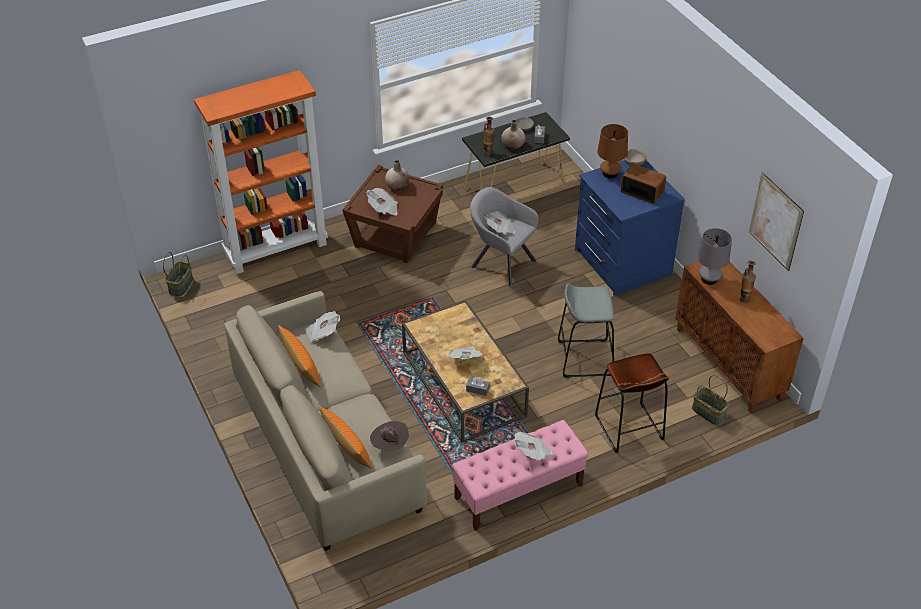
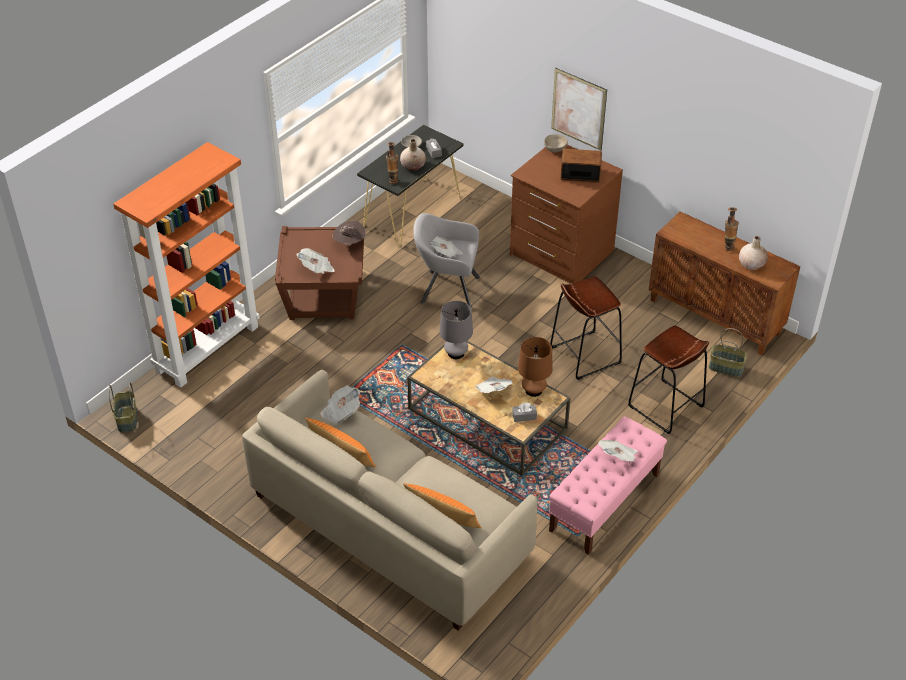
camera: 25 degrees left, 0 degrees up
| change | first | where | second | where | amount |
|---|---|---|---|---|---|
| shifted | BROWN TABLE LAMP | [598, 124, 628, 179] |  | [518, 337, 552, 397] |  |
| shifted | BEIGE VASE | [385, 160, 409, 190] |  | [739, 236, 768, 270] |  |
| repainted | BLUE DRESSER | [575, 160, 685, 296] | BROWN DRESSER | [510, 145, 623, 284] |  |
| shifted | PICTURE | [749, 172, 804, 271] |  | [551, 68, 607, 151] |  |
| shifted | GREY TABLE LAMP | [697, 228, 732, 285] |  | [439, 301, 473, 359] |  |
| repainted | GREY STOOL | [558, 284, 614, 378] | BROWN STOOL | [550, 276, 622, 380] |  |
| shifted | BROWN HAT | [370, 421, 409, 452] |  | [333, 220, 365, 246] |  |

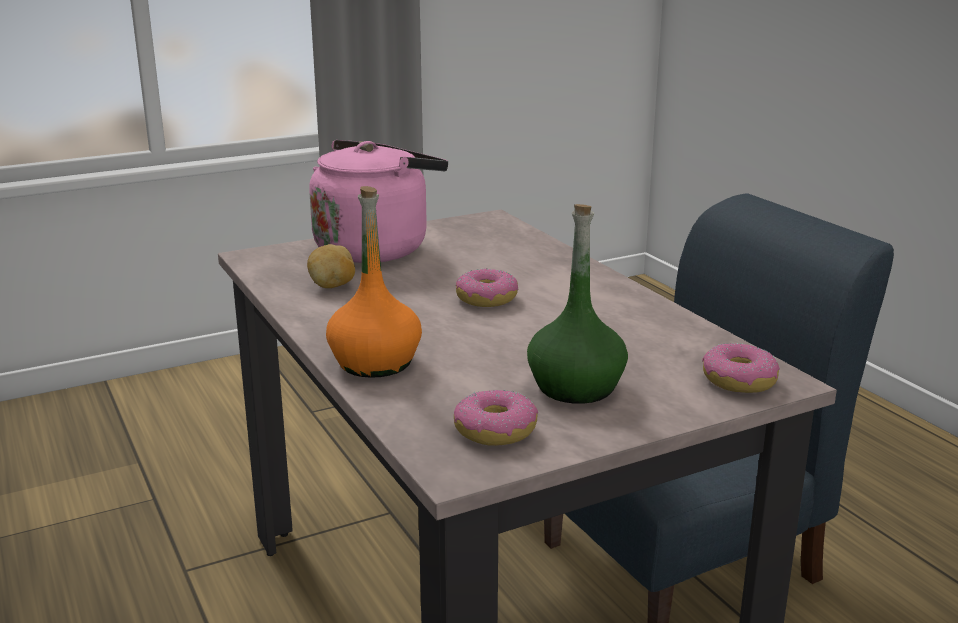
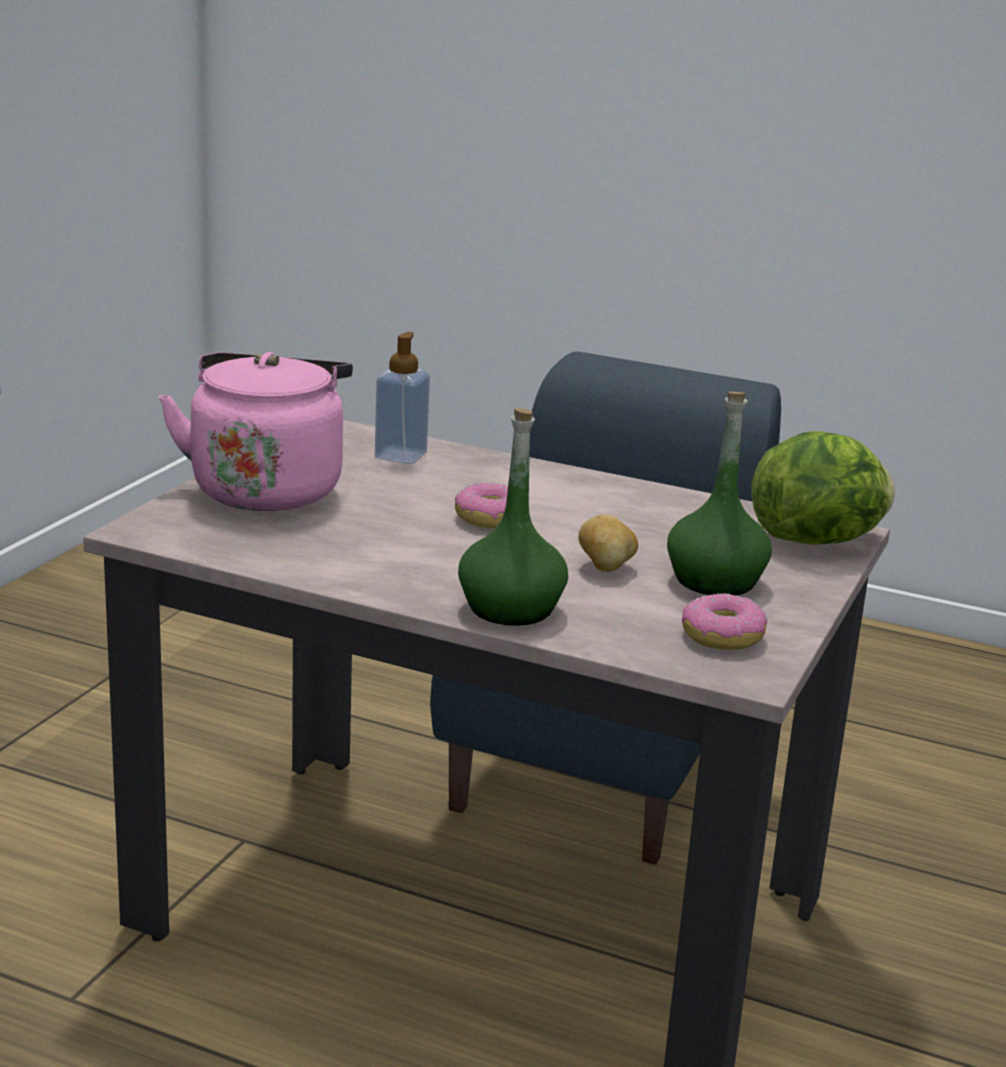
camera: 40 degrees left, 0 degrees up
| change | first | where | second | where | amount |
|---|---|---|---|---|---|
| repainted | ORANGE BOTTLE | [326, 186, 422, 378] | GREEN BOTTLE | [458, 408, 568, 626] |  |
| shifted | POTATO | [307, 244, 355, 288] |  | [578, 514, 638, 572] |  |
| swapped | DONUT | [702, 343, 780, 393] | LETTUCE | [752, 431, 895, 545] |  |
| new |  |  | SOAP DISPENSER | [375, 332, 430, 464] |  |

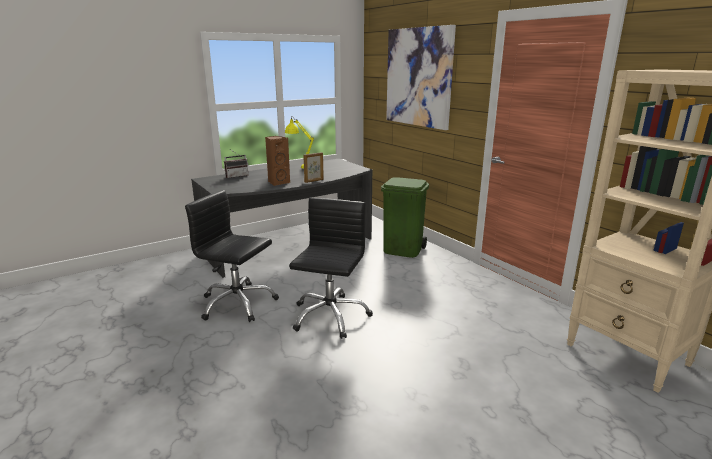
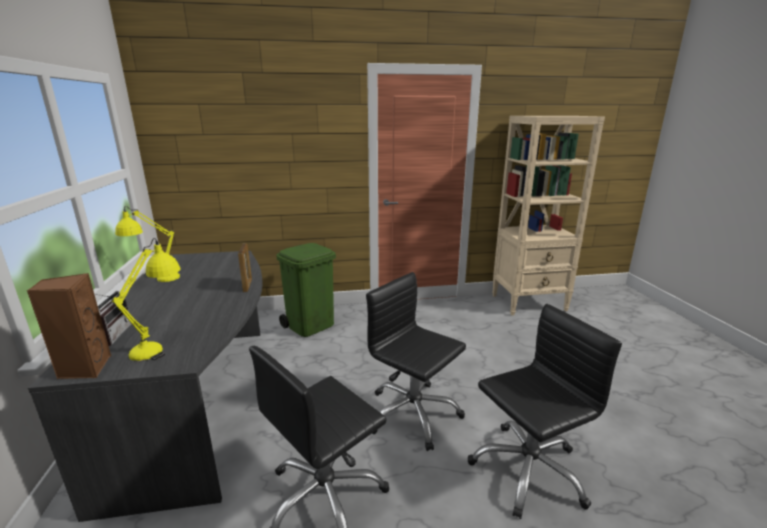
camera: 65 degrees left, 0 degrees up
| change | first | where | second | where | amount |
|---|---|---|---|---|---|
| gone | PICTURE | [386, 25, 456, 130] |  |  |  |
| shifted | BROWN SPEAKER | [265, 136, 290, 186] |  | [27, 273, 111, 379] |  |
| new |  |  | YELLOW TABLE LAMP | [112, 238, 181, 363] |  |
| new |  |  | BLACK OFFICE CHAIR | [468, 304, 622, 519] |  |

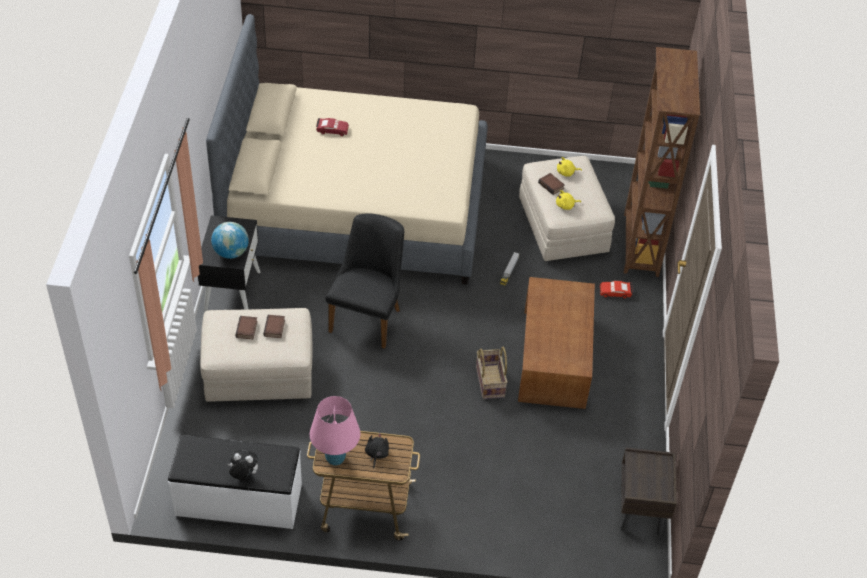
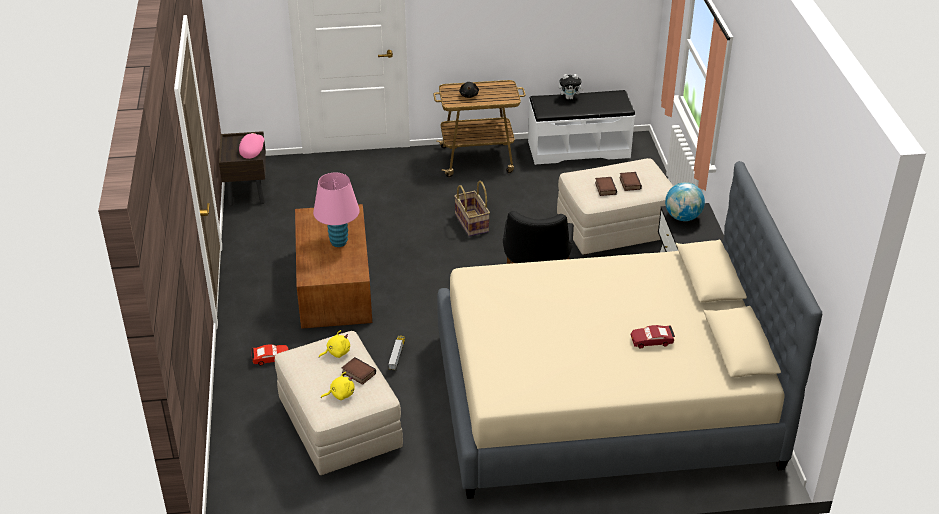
camera: 170 degrees right, 10 degrees down
| change | first | where | second | where | amount |
|---|---|---|---|---|---|
| gone | BROWN BOOKCASE | [624, 47, 700, 277] |  |  |  |
| shifted | BASKET | [476, 347, 508, 399] |  | [454, 181, 490, 236] |  |
| shifted | PINK TABLE LAMP | [310, 396, 360, 466] |  | [313, 173, 360, 247] |  |
| new |  |  | PINK CAP | [239, 133, 264, 159] |  |

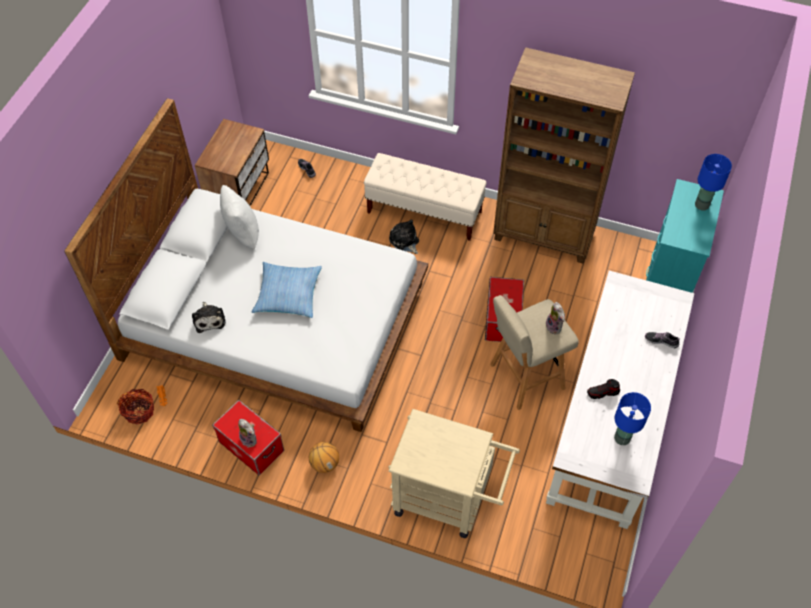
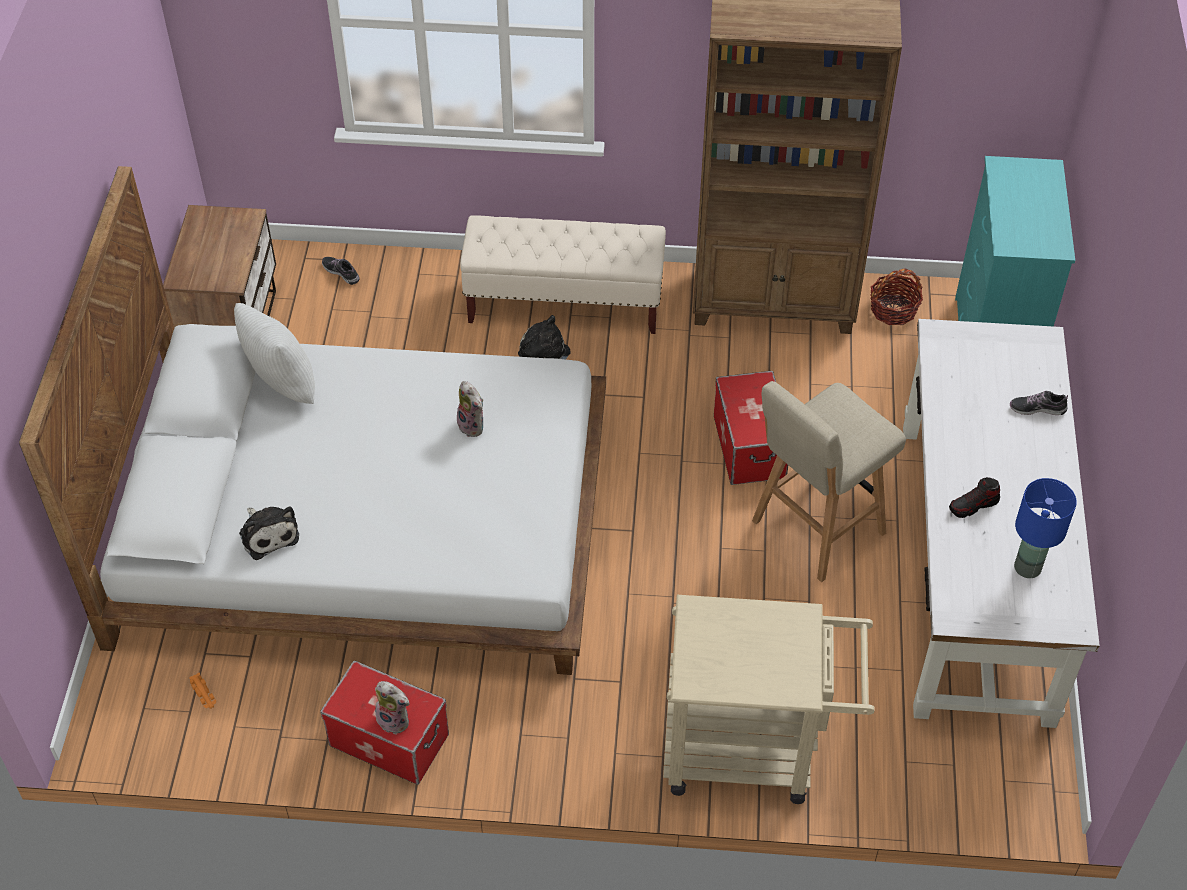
camera: 15 degrees left, 5 degrees down
| change | first | where | second | where | amount |
|---|---|---|---|---|---|
| gone | BLUE TABLE LAMP | [695, 154, 732, 211] |  |  |  |
| gone | PILLOW | [252, 262, 322, 318] |  |  |  |
| shifted | PLUSH TOY | [546, 302, 565, 334] |  | [457, 381, 483, 437] |  |
| shifted | BASKET | [117, 389, 154, 425] |  | [870, 268, 923, 325] |  |
| gone | BASKETBALL | [309, 442, 339, 473] |  |  |  |

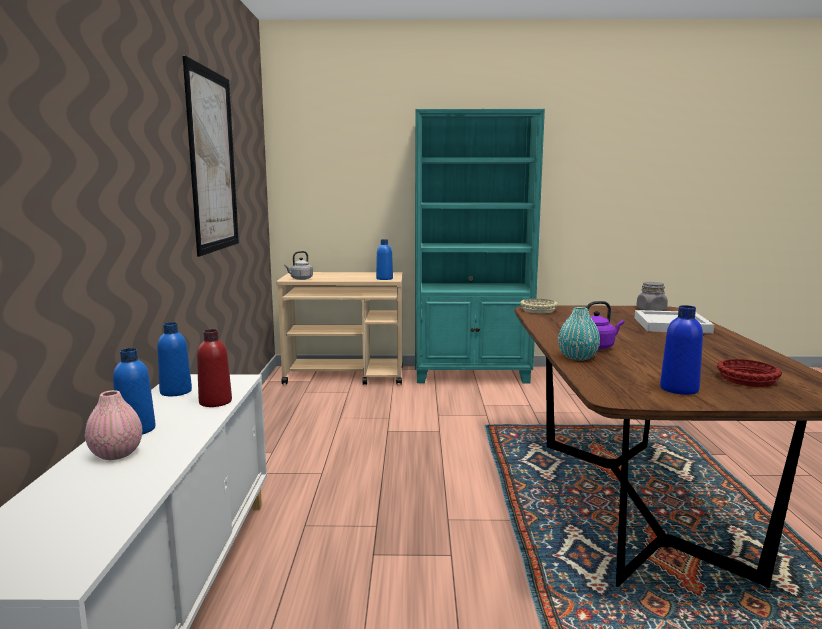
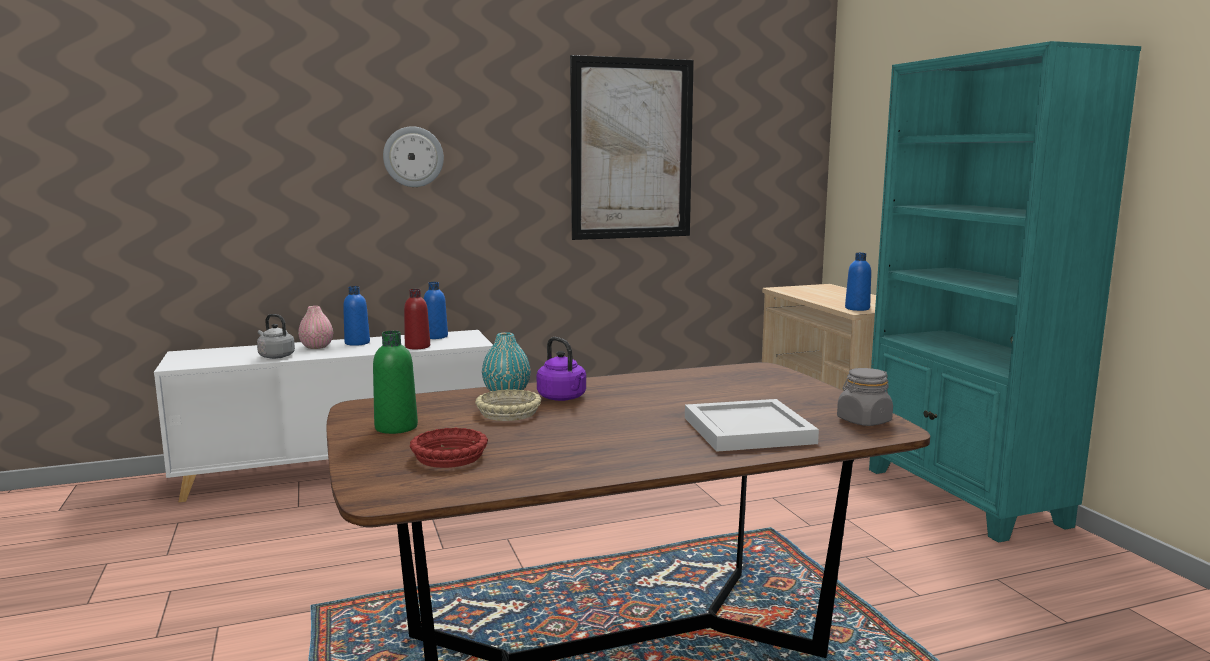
camera: 70 degrees right, 0 degrees up
| change | first | where | second | where | amount |
|---|---|---|---|---|---|
| shifted | GREY KETTLE | [284, 251, 313, 280] |  | [257, 314, 295, 359] |  |
| shifted | BEIGE BOWL | [520, 299, 558, 313] |  | [475, 389, 542, 421] |  |
| repainted | BLUE BOTTLE | [660, 305, 703, 395] | GREEN BOTTLE | [373, 331, 418, 434] |  |
| new |  |  | WALL CLOCK | [383, 126, 444, 187] |  |

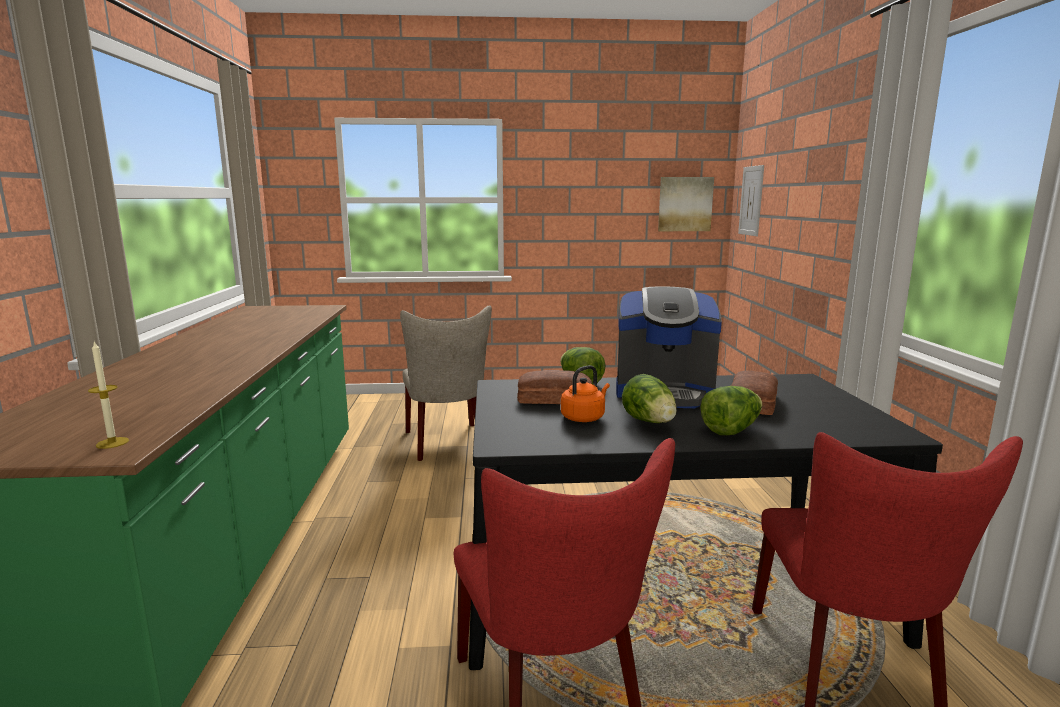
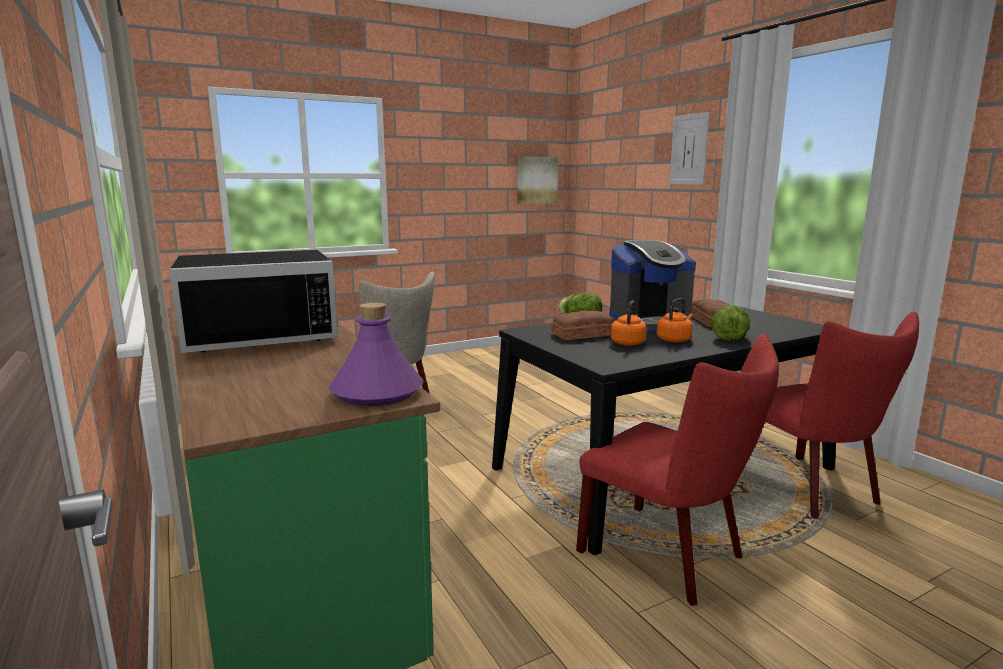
camera: 25 degrees left, 0 degrees up
| change | first | where | second | where | amount |
|---|---|---|---|---|---|
| shifted | PICTURE | [738, 165, 764, 236] |  | [669, 112, 710, 185] |  |
| swapped | CANDLE | [88, 341, 129, 449] | PURPLE BOTTLE | [329, 303, 423, 406] |  |
| swapped | LETTUCE | [622, 374, 677, 423] | ORANGE KETTLE | [656, 298, 693, 342] |  |
| new |  |  | BLACK MICROWAVE | [169, 250, 338, 353] |  |

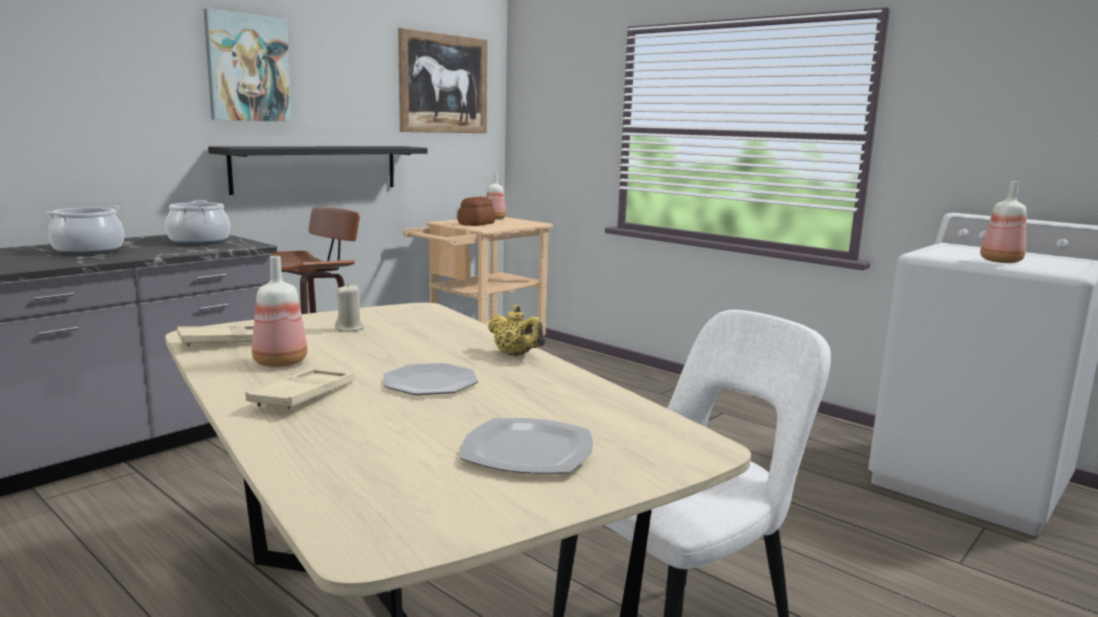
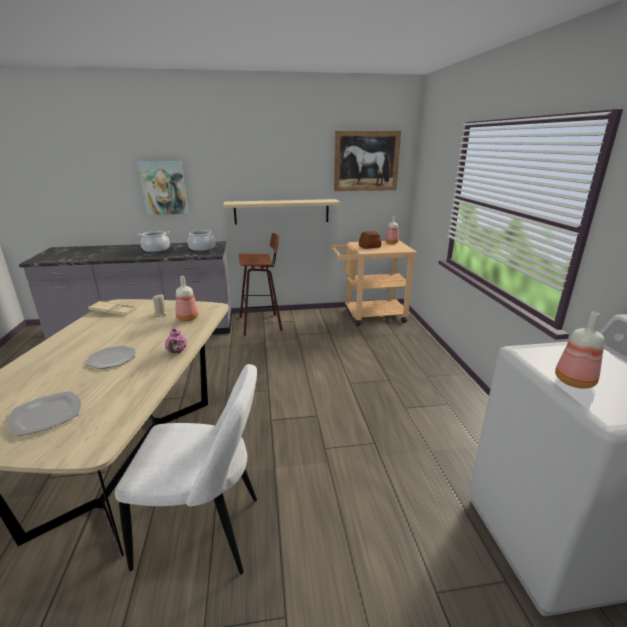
camera: 40 degrees right, 10 degrees up
| change | first | where | second | where | amount |
|---|---|---|---|---|---|
| shifted | PICTURE | [204, 8, 292, 122] |  | [137, 161, 188, 215] |  |
| repainted | BLACK SHELF | [208, 146, 427, 195] | BEIGE SHELF | [223, 199, 341, 225] |  |
| shifted | BOTTLE | [252, 256, 308, 367] |  | [176, 276, 199, 321] |  |
| repainted | YELLOW TEAPOT | [488, 305, 543, 356] | PINK TEAPOT | [165, 328, 187, 353] |  |
| gone | BEIGE TRAY | [245, 368, 355, 411] |  |  |  |

